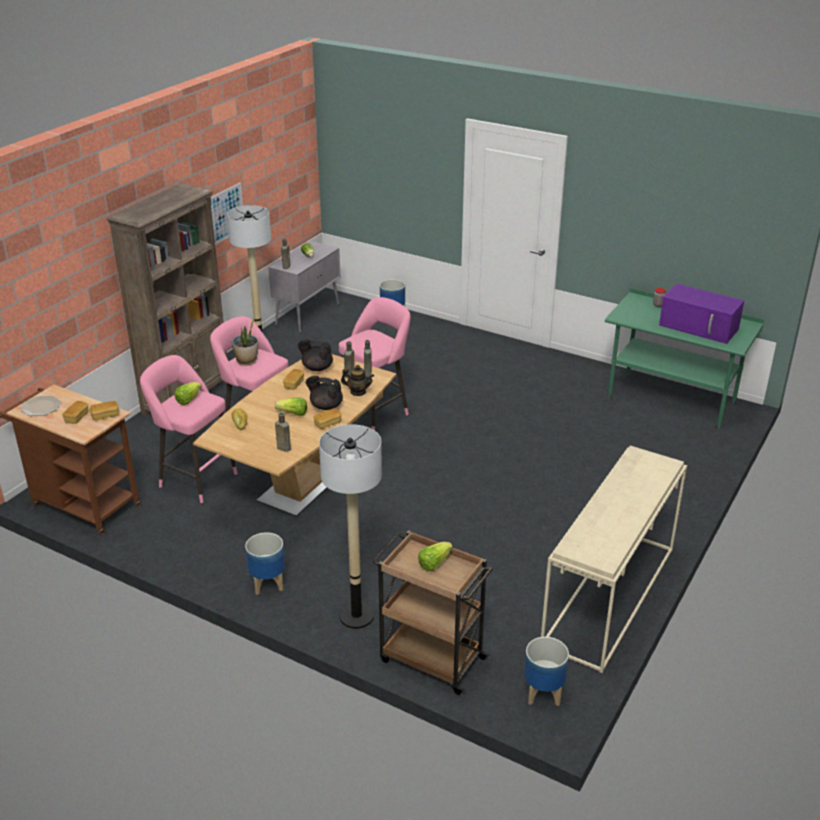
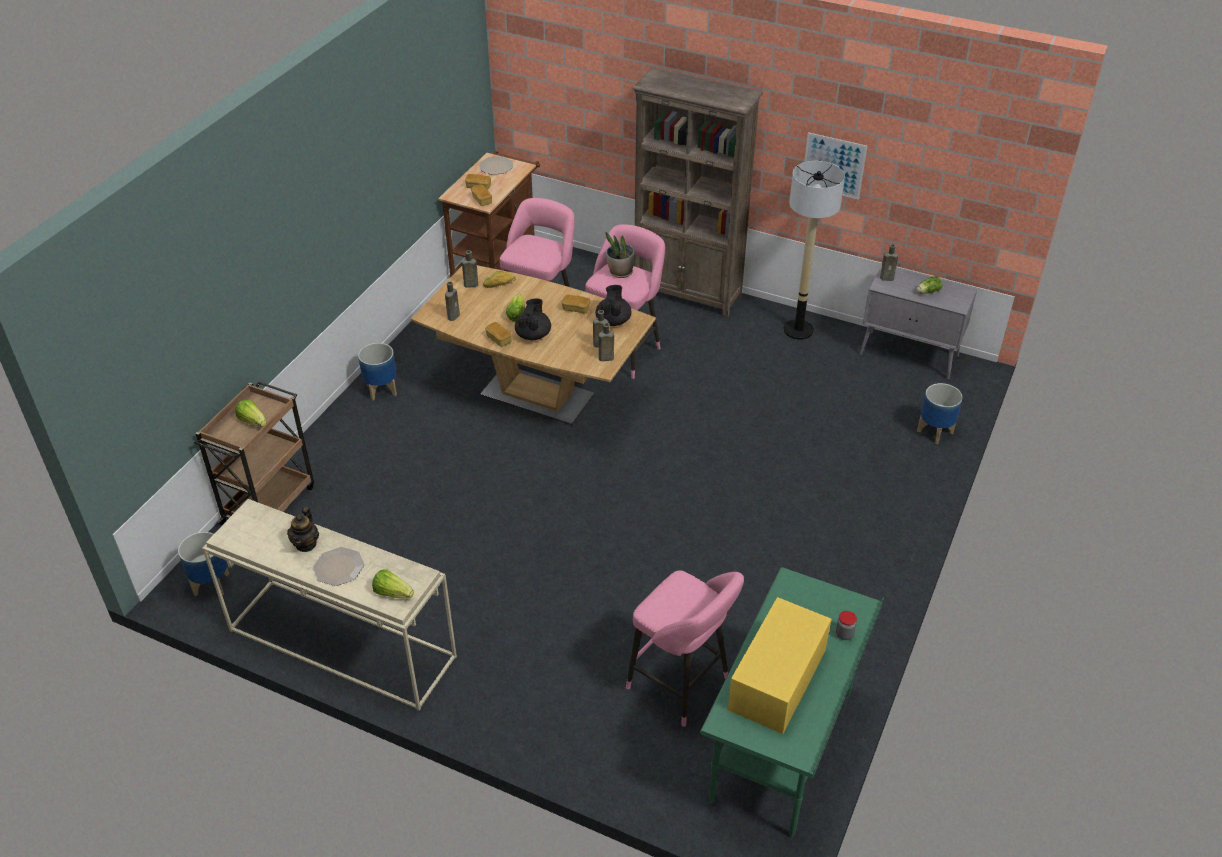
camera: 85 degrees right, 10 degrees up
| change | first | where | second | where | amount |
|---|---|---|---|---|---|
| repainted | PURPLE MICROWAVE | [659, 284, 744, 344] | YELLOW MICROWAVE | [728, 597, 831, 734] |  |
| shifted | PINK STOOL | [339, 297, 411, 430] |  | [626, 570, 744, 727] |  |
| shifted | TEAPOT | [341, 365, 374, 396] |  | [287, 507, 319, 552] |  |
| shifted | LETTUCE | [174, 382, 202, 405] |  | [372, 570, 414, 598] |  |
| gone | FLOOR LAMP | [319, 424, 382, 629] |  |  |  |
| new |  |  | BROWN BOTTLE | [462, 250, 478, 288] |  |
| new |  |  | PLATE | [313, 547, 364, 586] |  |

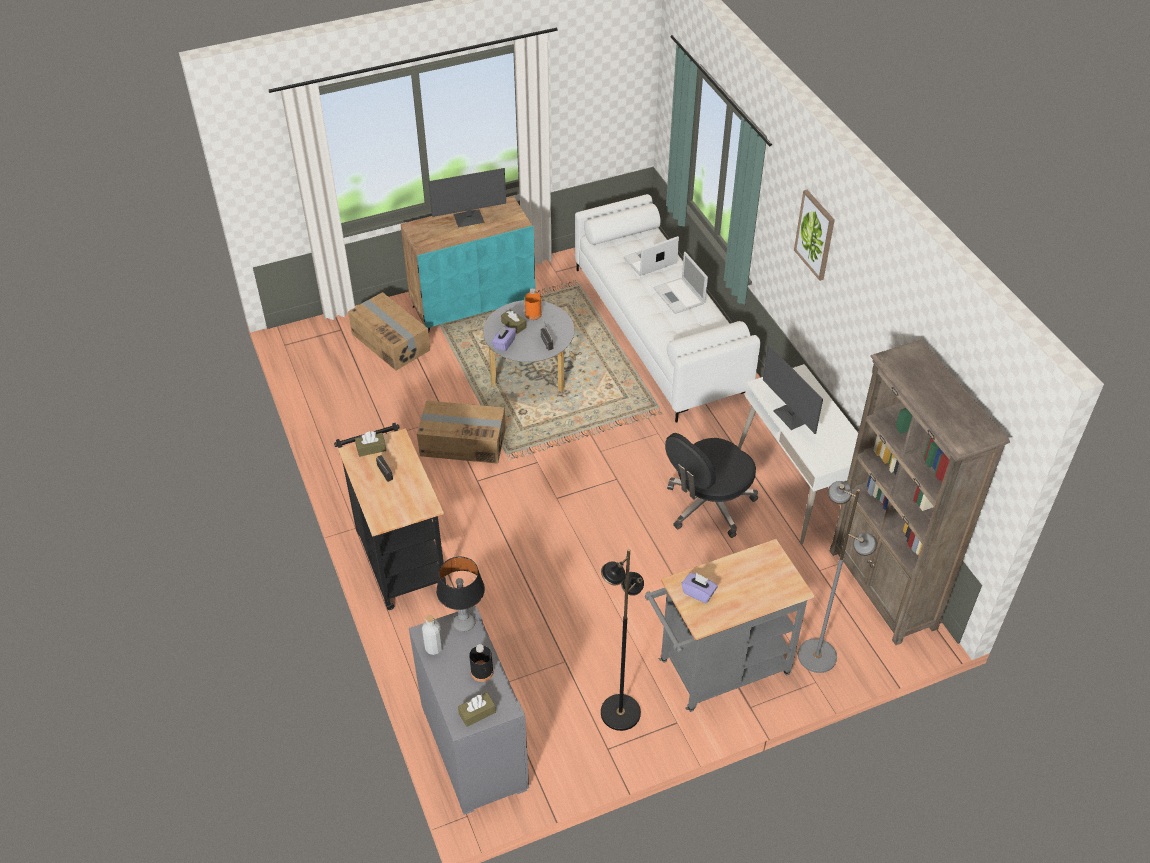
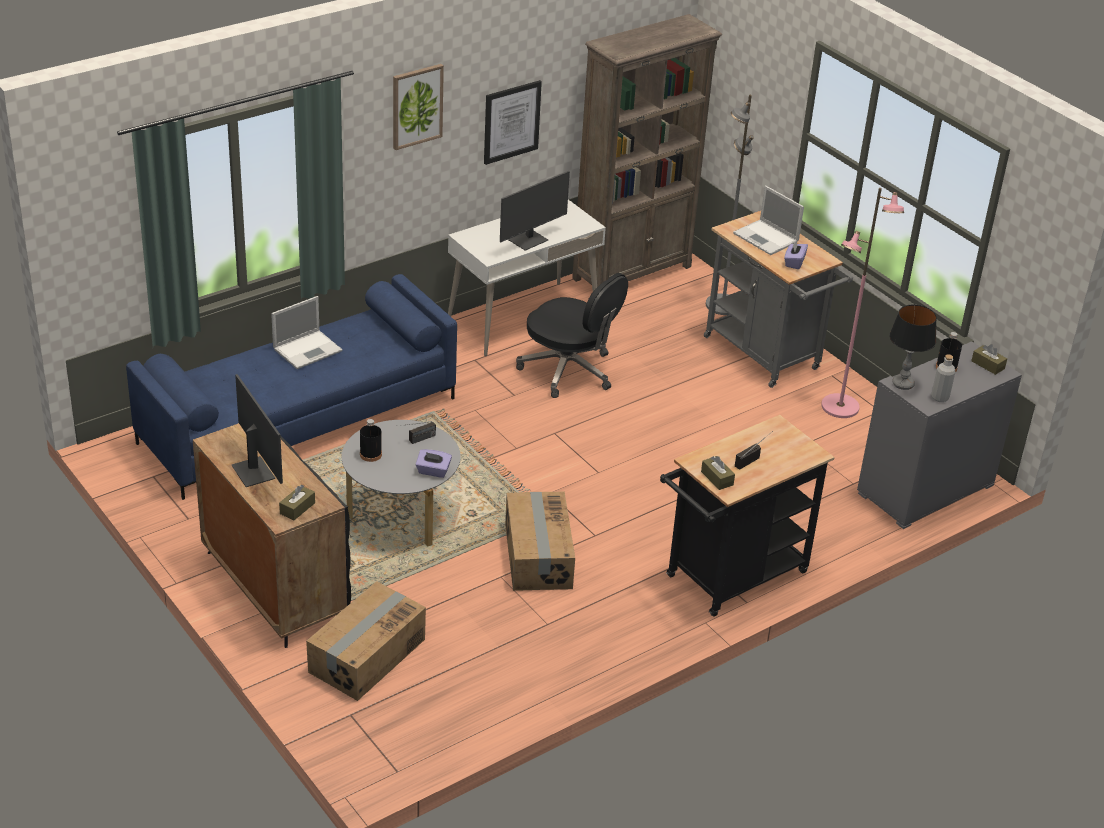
camera: 105 degrees left, 10 degrees down
| change | first | where | second | where | amount |
|---|---|---|---|---|---|
| repainted | WHITE SOFA | [575, 194, 760, 422] | BLUE SOFA | [126, 274, 457, 500] |  |
| repainted | TURQUOISE CABINET | [401, 196, 536, 332] | BLACK CABINET | [193, 423, 351, 648] |  |
| shifted | LAPTOP | [624, 236, 679, 276] |  | [733, 186, 804, 255] |  |
| repainted | ORANGE BOTTLE | [525, 288, 542, 320] | BLACK BOTTLE | [360, 419, 382, 462] |  |
| shifted | BROWN TISSUE BOX | [501, 309, 526, 334] |  | [279, 485, 315, 521] |  |
| repainted | BLACK FLOOR LAMP | [601, 549, 644, 731] | PINK FLOOR LAMP | [821, 188, 904, 418] |  |
| new |  |  | PICTURE | [484, 80, 542, 165] |  |

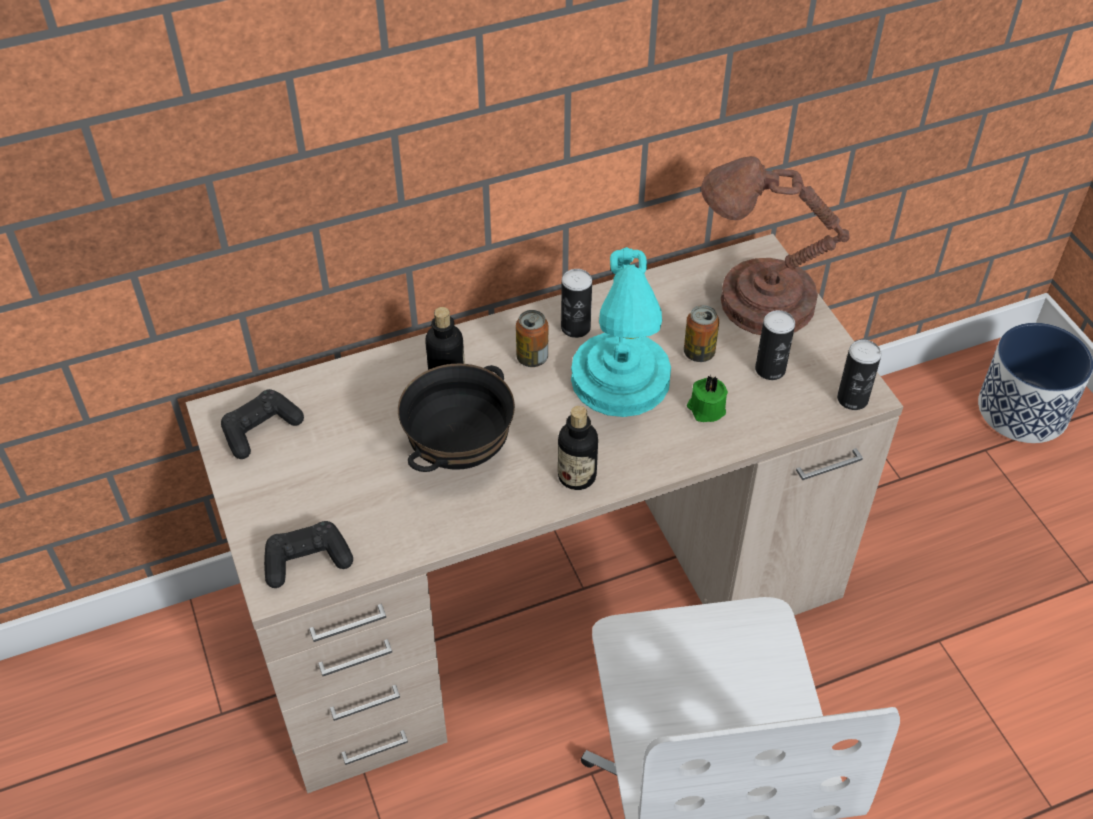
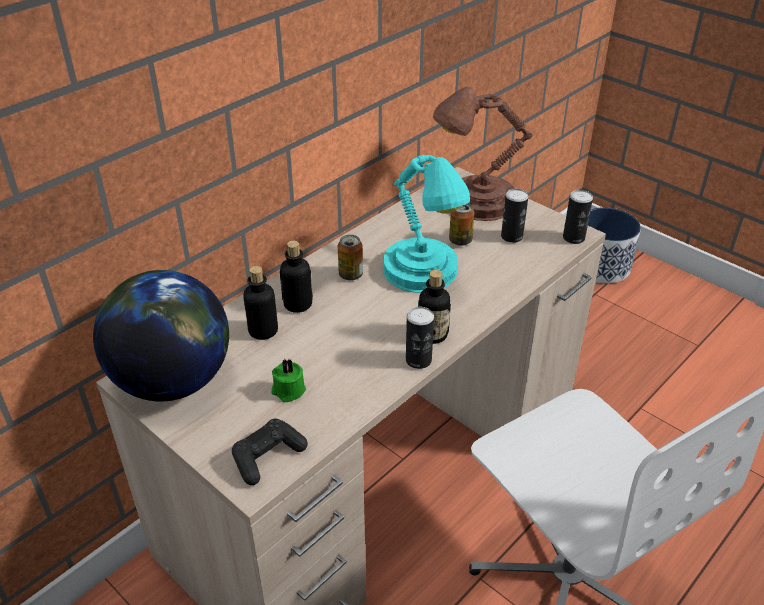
camera: 25 degrees left, 10 degrees down
| change | first | where | second | where | amount |
|---|---|---|---|---|---|
| shifted | CAN | [561, 269, 592, 338] |  | [406, 307, 434, 369] |  |
| gone | BLACK BOWL | [398, 364, 515, 472] |  |  |  |
| shifted | GREEN CANDLE | [687, 376, 728, 422] |  | [271, 359, 306, 402] |  |
| swapped | BLACK GAME CONTROLLER | [221, 389, 304, 459] | GLOBE | [93, 270, 229, 402] |  |
| new |  |  | BOTTLE | [243, 266, 278, 340] |  |

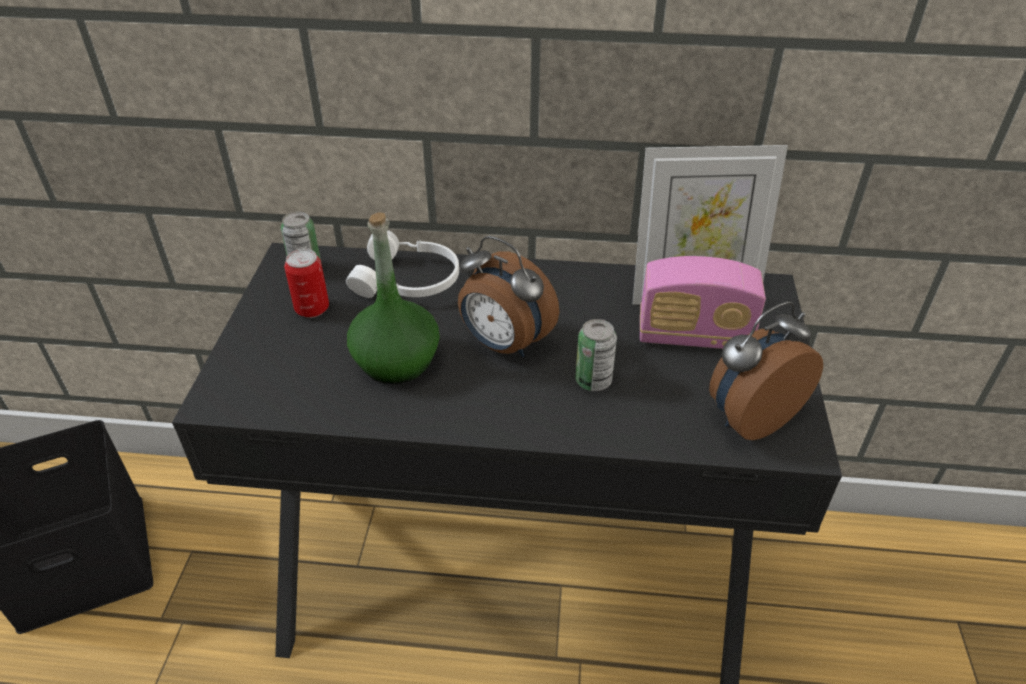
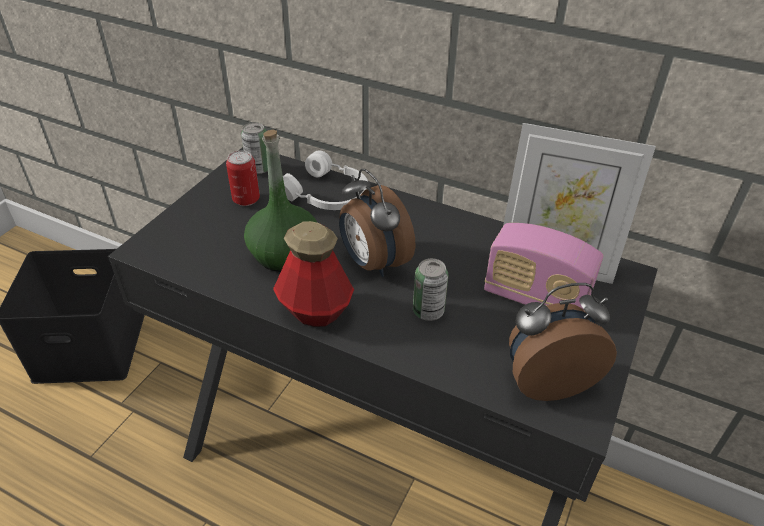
camera: 20 degrees right, 0 degrees up
| change | first | where | second | where | amount |
|---|---|---|---|---|---|
| new |  |  | BOTTLE | [273, 221, 354, 327] |  |

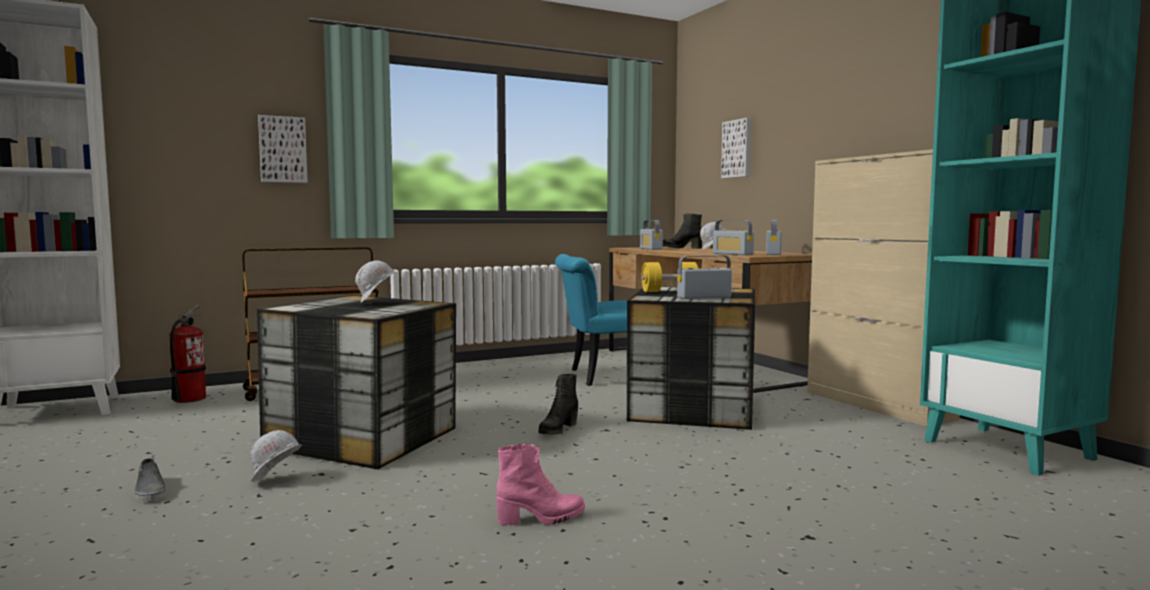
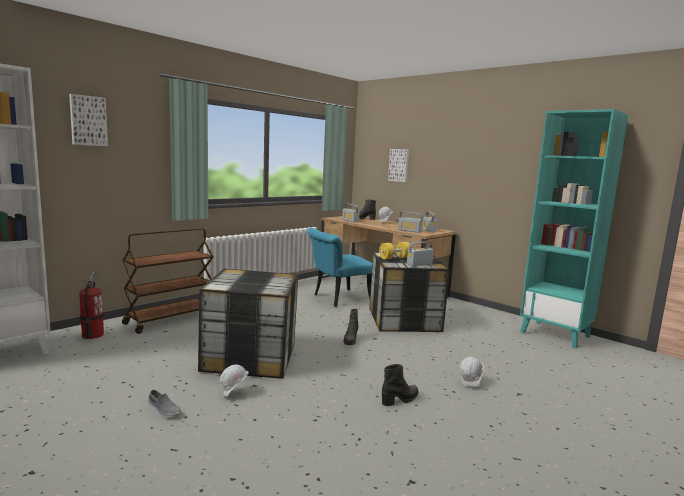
camera: 20 degrees left, 5 degrees up
| change | first | where | second | where | amount |
|---|---|---|---|---|---|
| shifted | PICTURE | [258, 115, 308, 183] |  | [69, 94, 108, 146] |  |
| gone | BEIGE CABINET | [807, 149, 960, 427] |  |  |  |
| shifted | WHITE HARD HAT | [355, 261, 395, 303] |  | [460, 357, 484, 387] |  |
| repainted | PINK BOOT | [496, 444, 585, 525] | BLACK BOOT | [382, 364, 418, 406] |  |

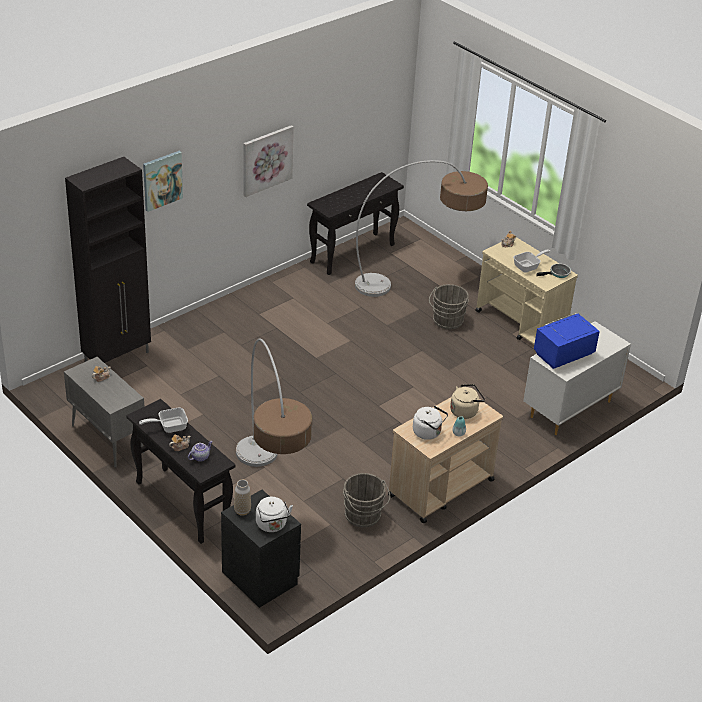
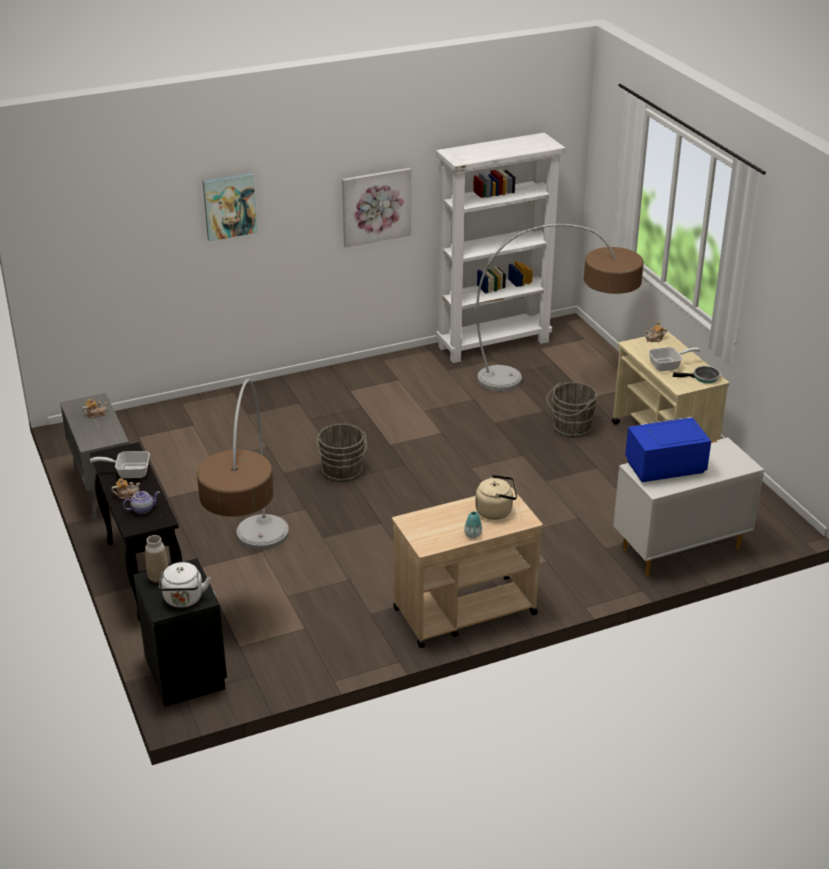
camera: 20 degrees right, 5 degrees down
| change | first | where | second | where | amount |
|---|---|---|---|---|---|
| gone | BLACK CABINET | [65, 157, 151, 363] |  |  |  |
| swapped | BLACK CONSOLE TABLE | [307, 172, 404, 275] | WHITE BOOKCASE | [436, 133, 565, 363] |  |
| gone | WHITE KETTLE | [413, 406, 448, 440] |  |  |  |
| shifted | GREY BUCKET | [343, 473, 390, 528] |  | [317, 424, 367, 483] |  |

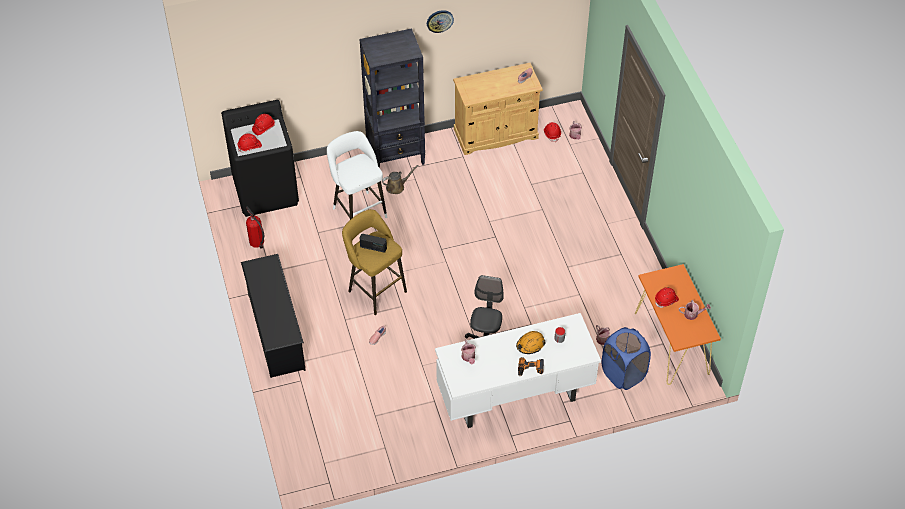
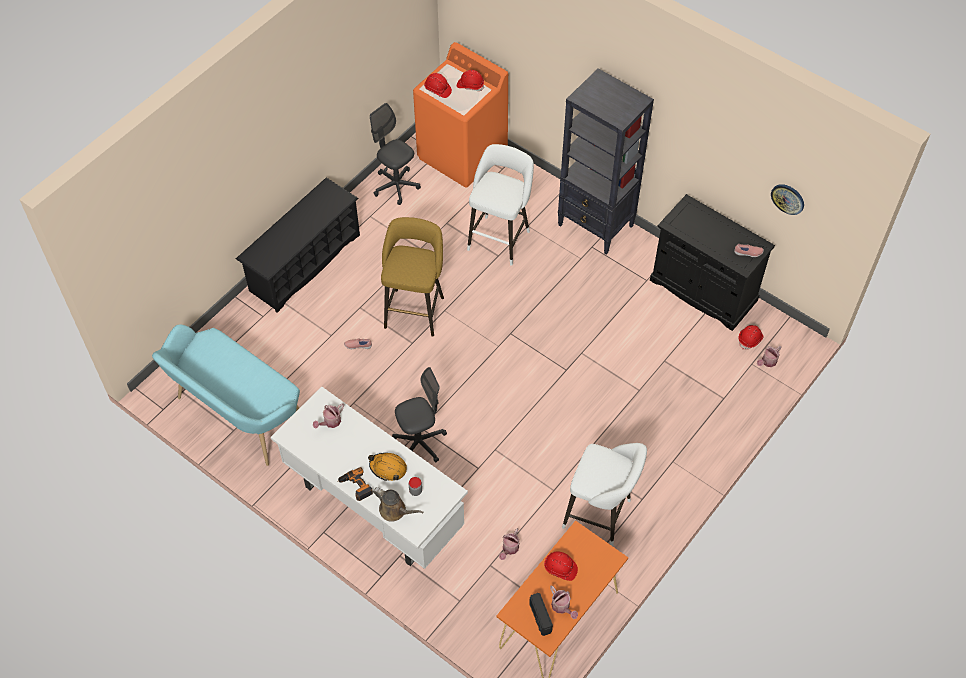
camera: 55 degrees right, 5 degrees up
| change | first | where | second | where | amount |
|---|---|---|---|---|---|
| shifted | WALL CLOCK | [427, 10, 454, 33] |  | [771, 184, 804, 215] |  |
| repainted | BEIGE CABINET | [453, 63, 543, 155] | BLACK CABINET | [650, 194, 775, 331] |  |
| repainted | BLACK WASHING MACHINE | [221, 100, 299, 217] | ORANGE WASHING MACHINE | [413, 42, 508, 188] |  |
| shifted | BROWN WATERING CAN | [382, 165, 419, 194] |  | [373, 487, 424, 522] |  |
| swapped | FIRE EXTINGUISHER | [246, 206, 264, 249] | GREY OFFICE CHAIR | [370, 103, 421, 205] |  |
| shifted | RADIO | [360, 234, 387, 252] |  | [529, 593, 553, 636] |  |
| gone | BLUE LAUNDRY BASKET | [602, 327, 651, 390] |  |  |  |
| new |  |  | TURQUOISE BENCH | [152, 324, 300, 466] |  |
| new |  |  | WHITE STOOL | [562, 443, 647, 546] |  |

